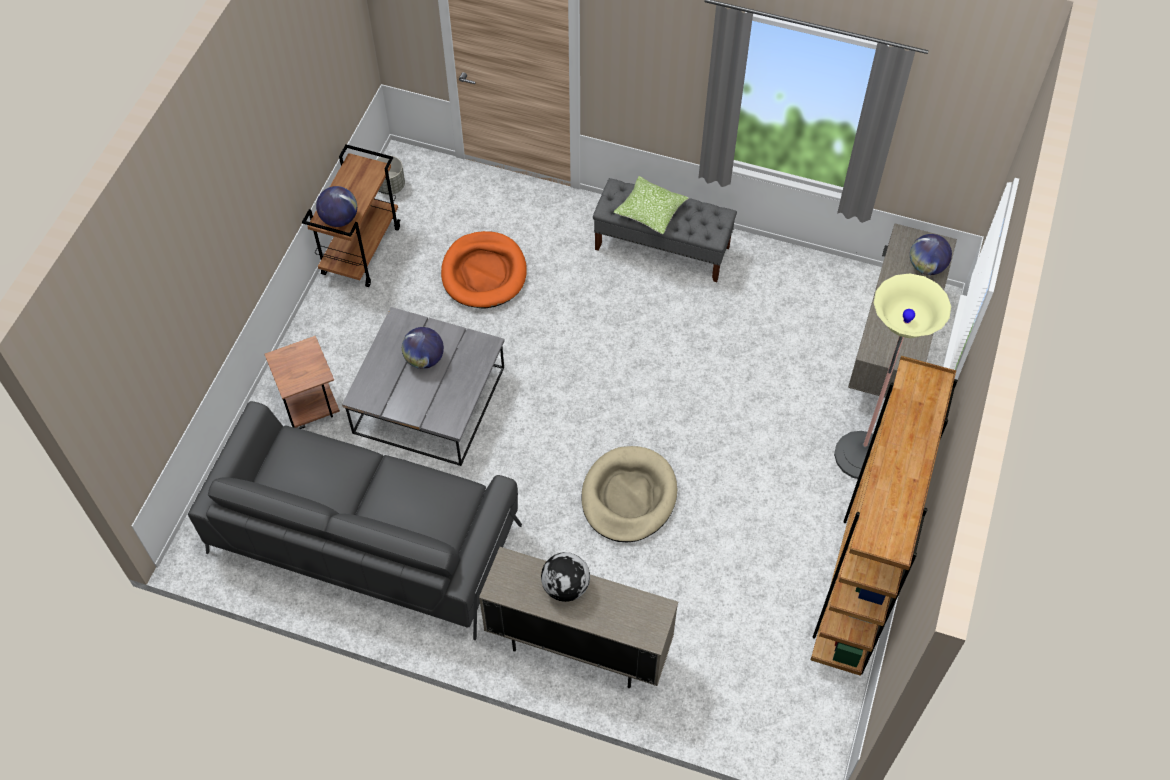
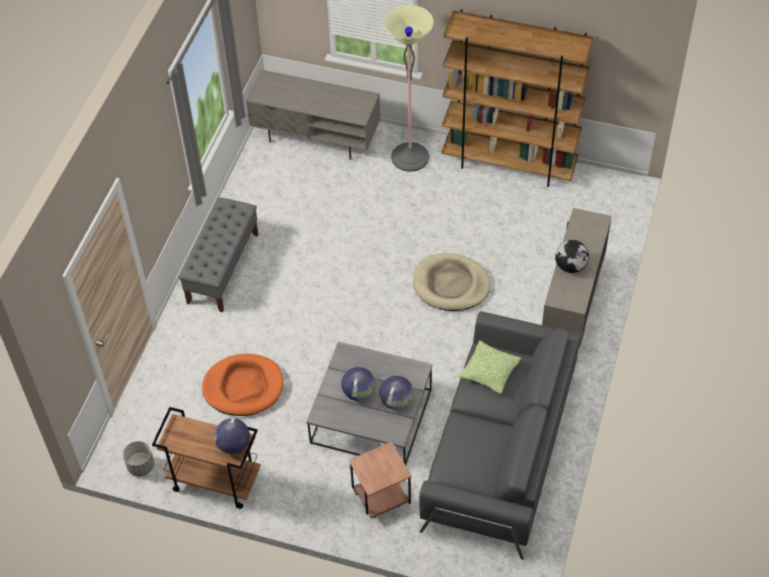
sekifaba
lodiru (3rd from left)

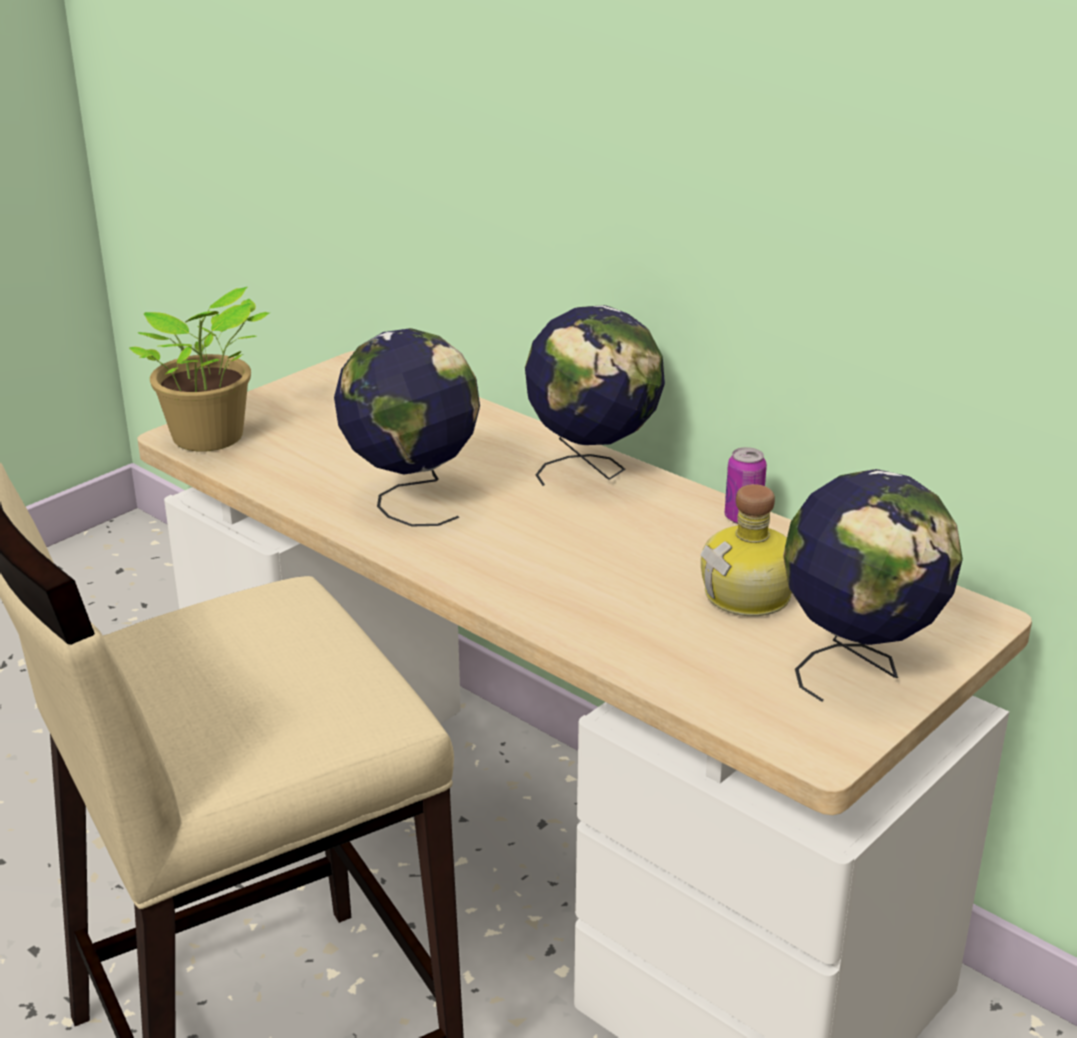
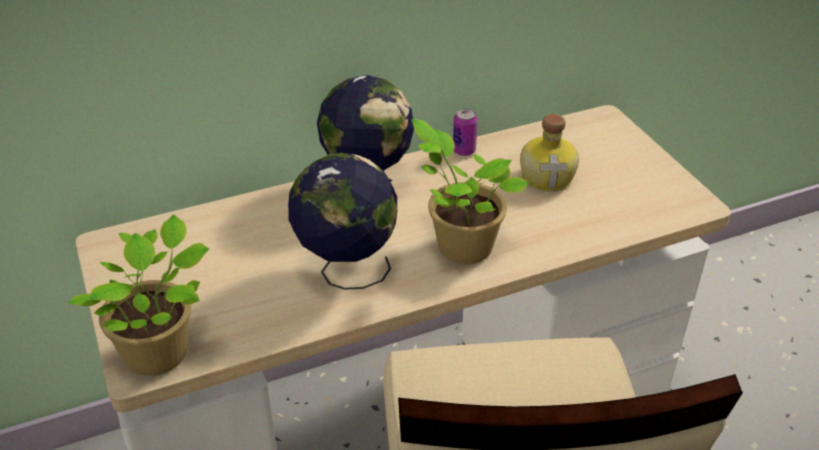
lodiru (3rd from left in the first image)
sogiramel (2nd from left)

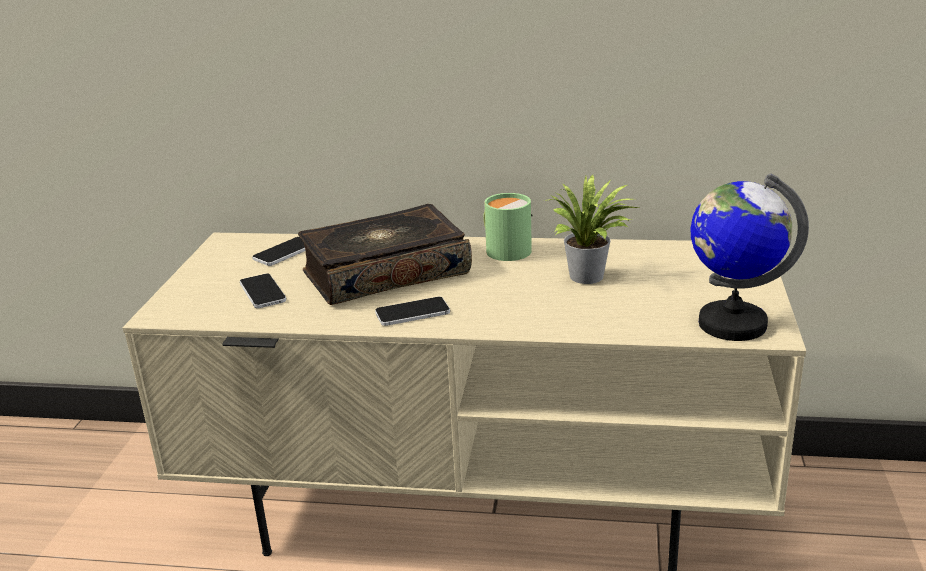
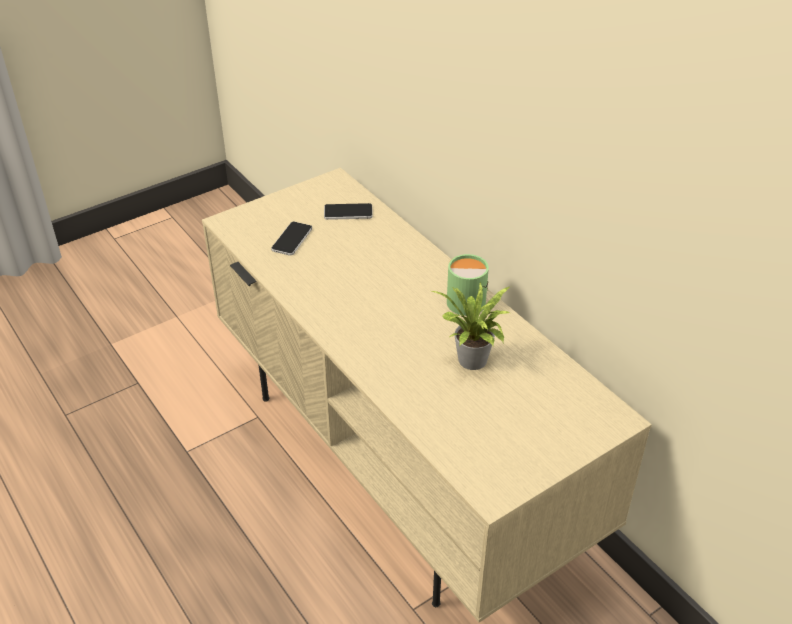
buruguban
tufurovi (3rd from left in the first image)
lodiru

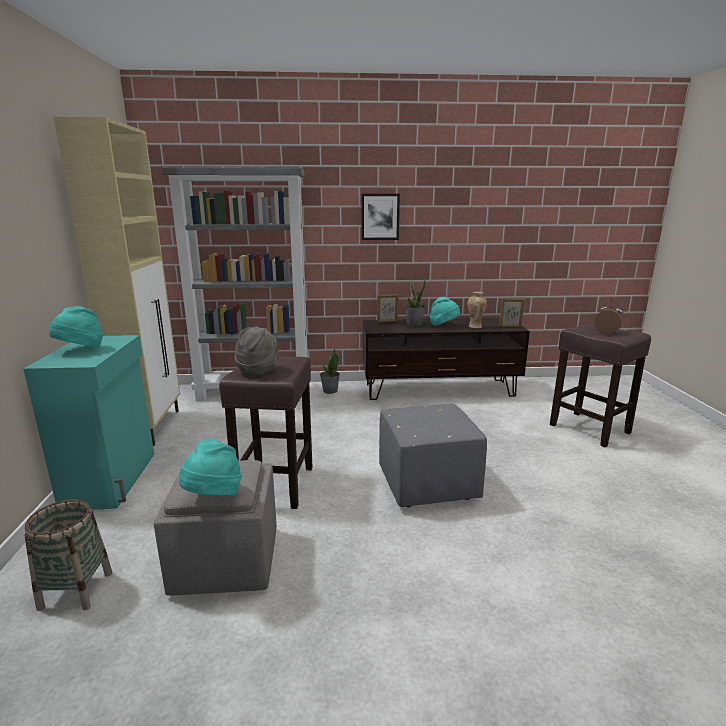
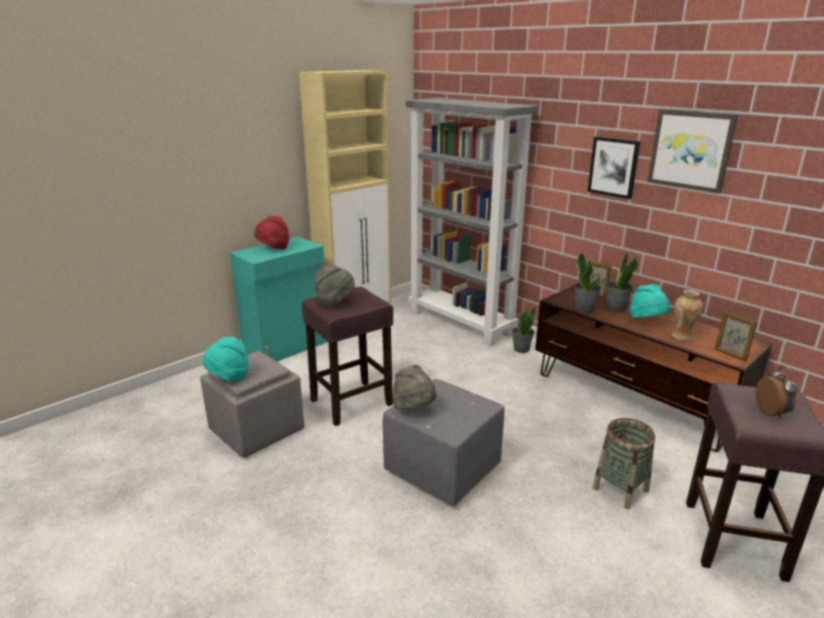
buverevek
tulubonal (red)
tulubonal (grey) (2nd from left)
sogiramel (2nd from left)
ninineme (2nd from left)

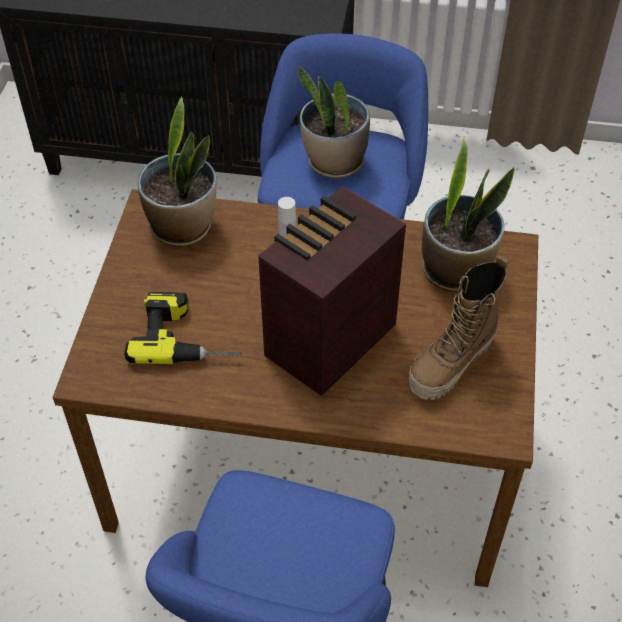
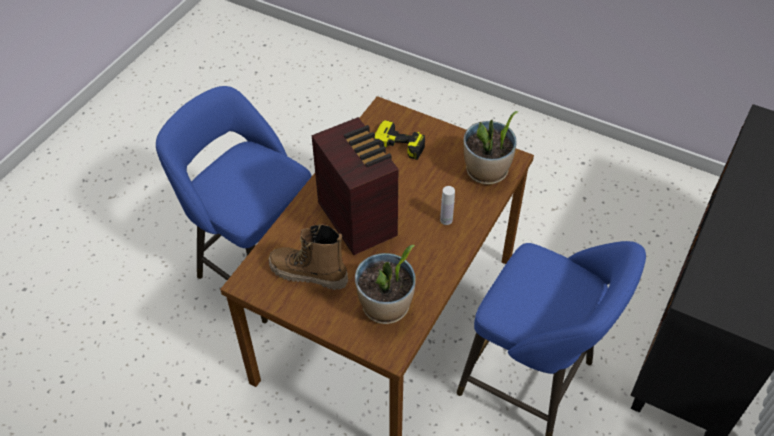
sogiramel (2nd from left in the first image)
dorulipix

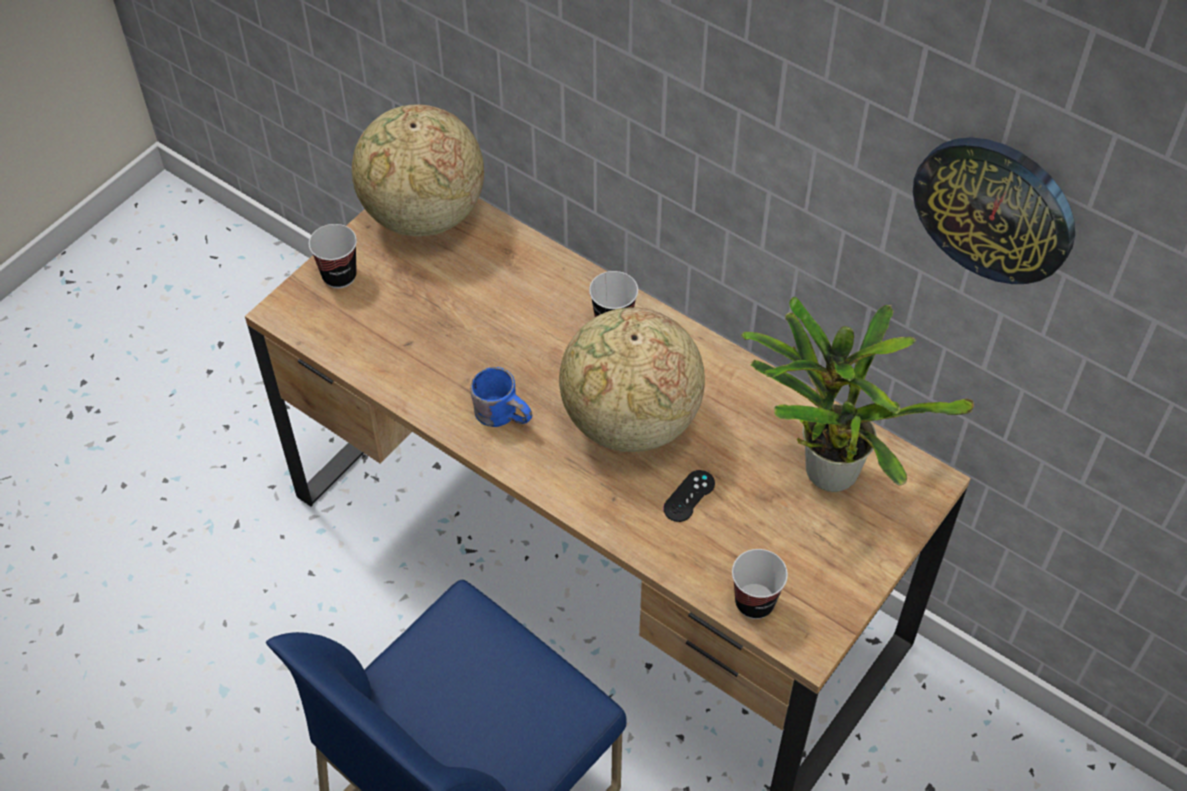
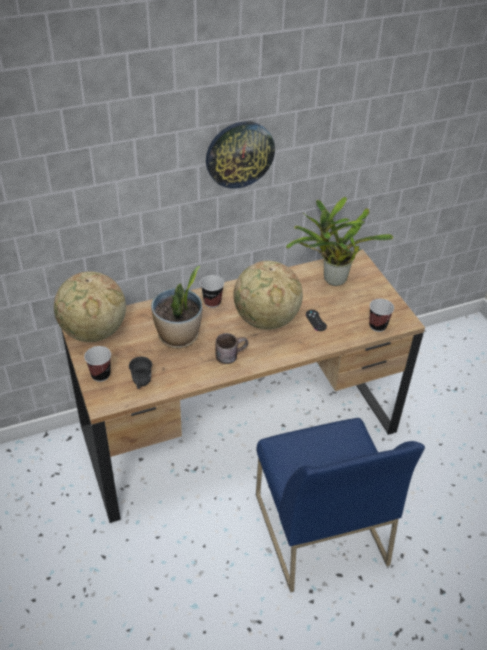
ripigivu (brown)
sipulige
ripigivu (grey)
sogiramel (1st from left)

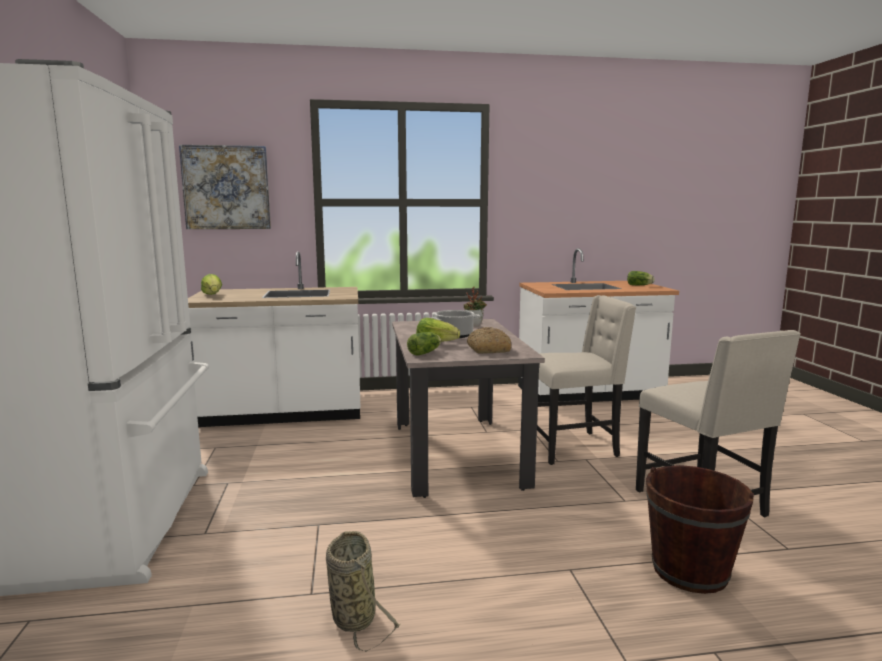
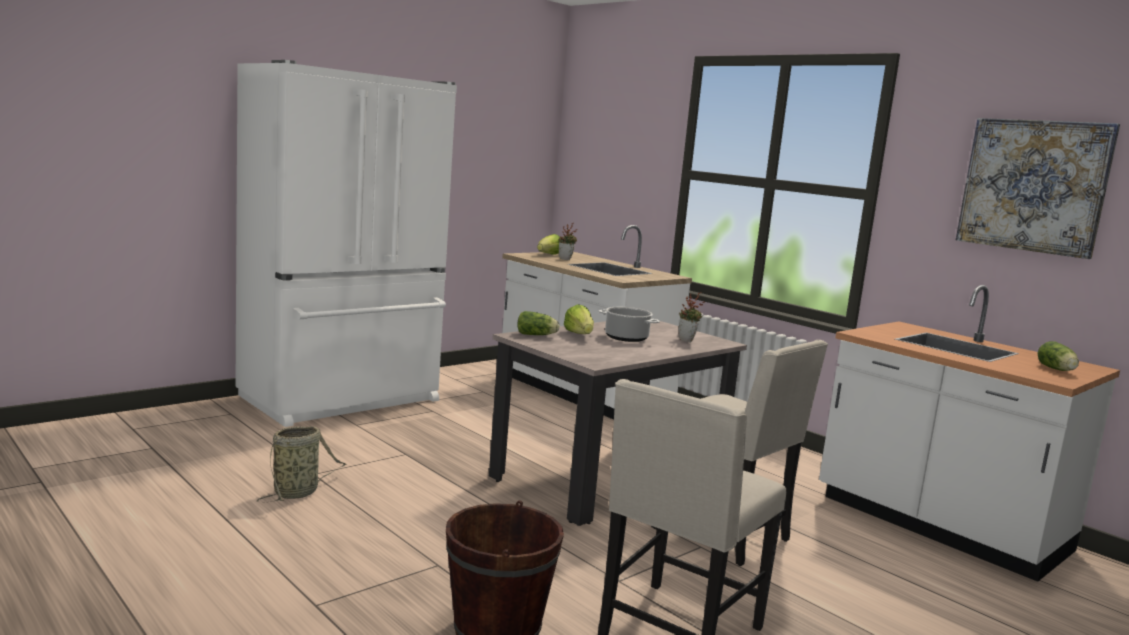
ninineme
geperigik
sogiramel (1st from left)

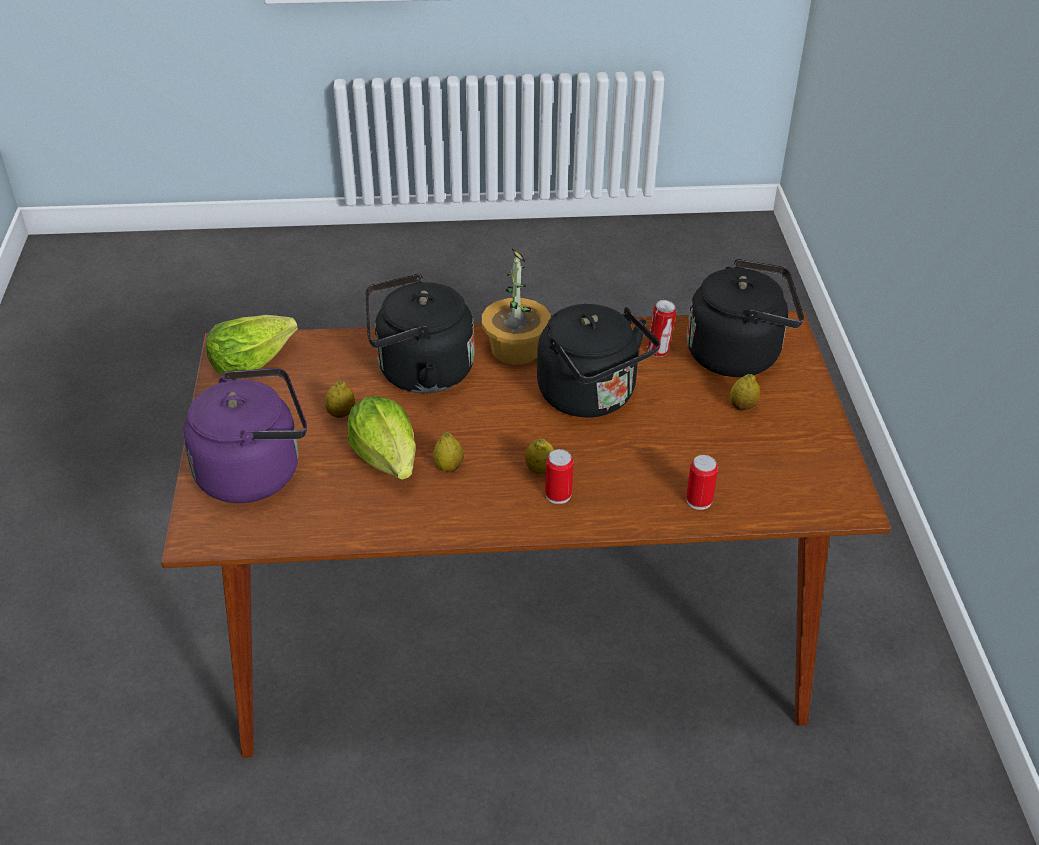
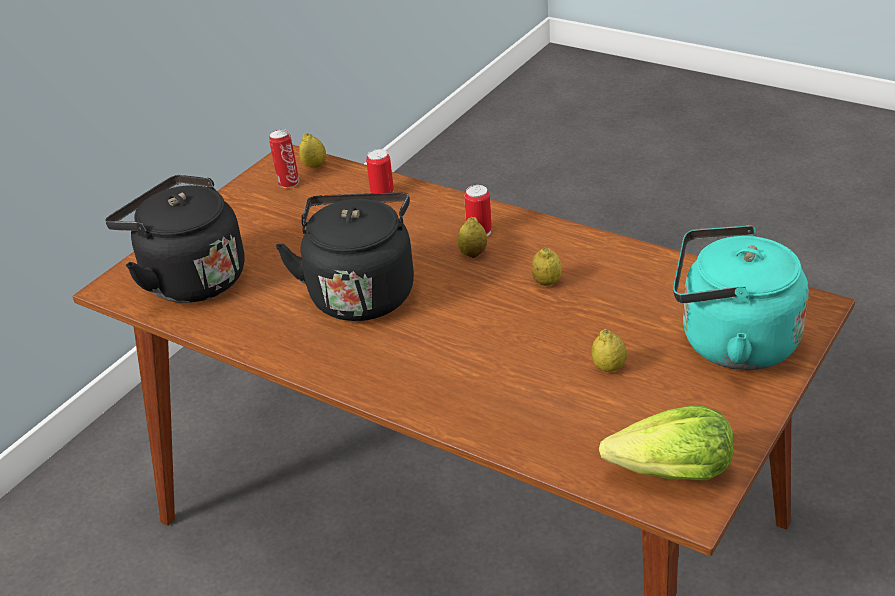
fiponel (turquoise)
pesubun (2nd from left in the first image)
fiponel (black) (1st from left in the first image)
sogiramel
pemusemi (1st from left)
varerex (1st from left)

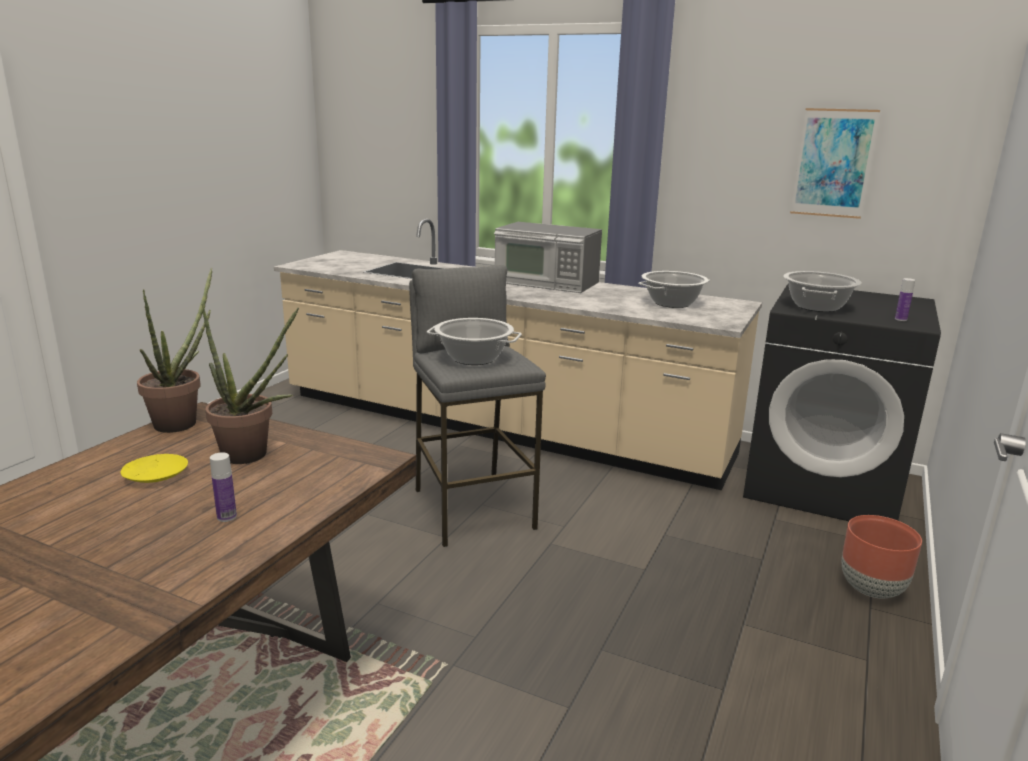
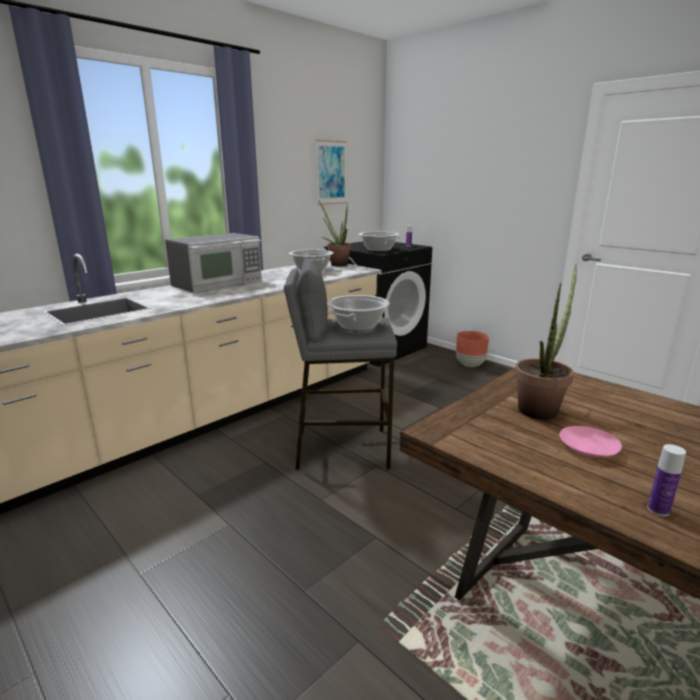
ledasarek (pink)
sogiramel (1st from left)
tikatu (2nd from left)

